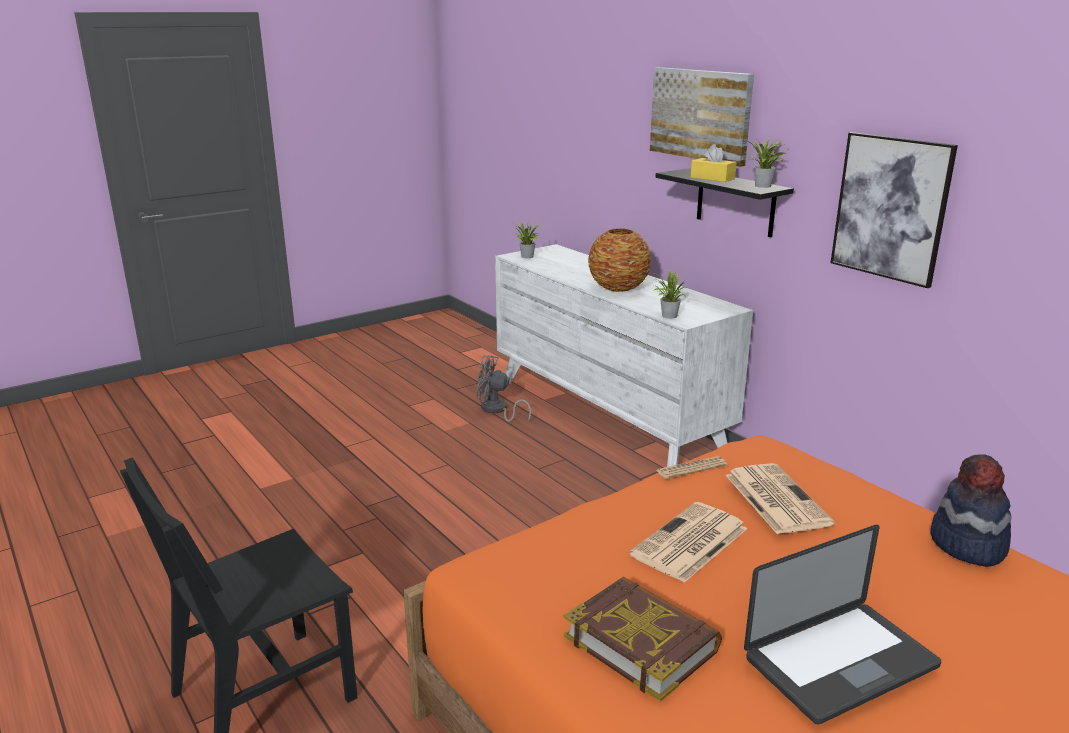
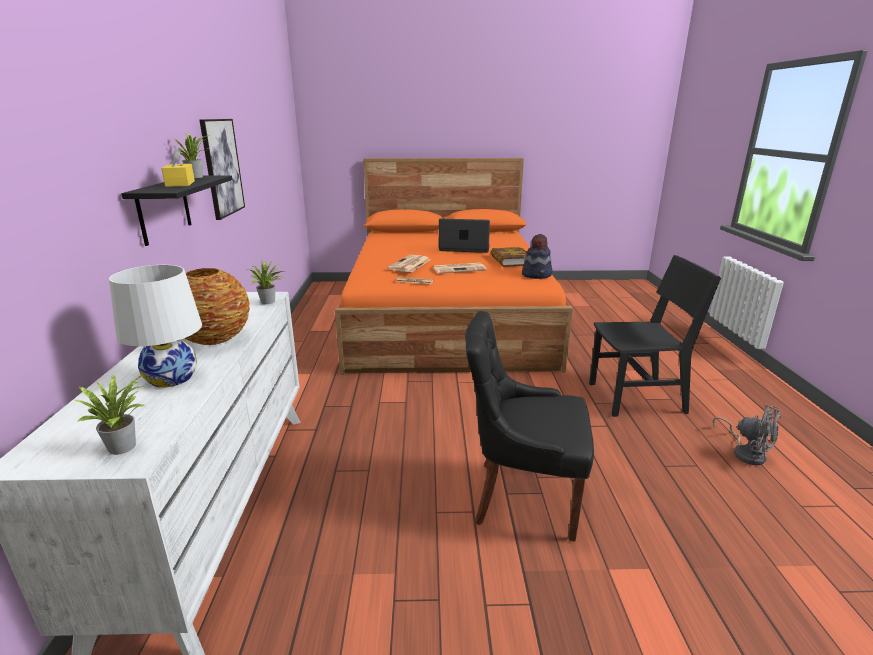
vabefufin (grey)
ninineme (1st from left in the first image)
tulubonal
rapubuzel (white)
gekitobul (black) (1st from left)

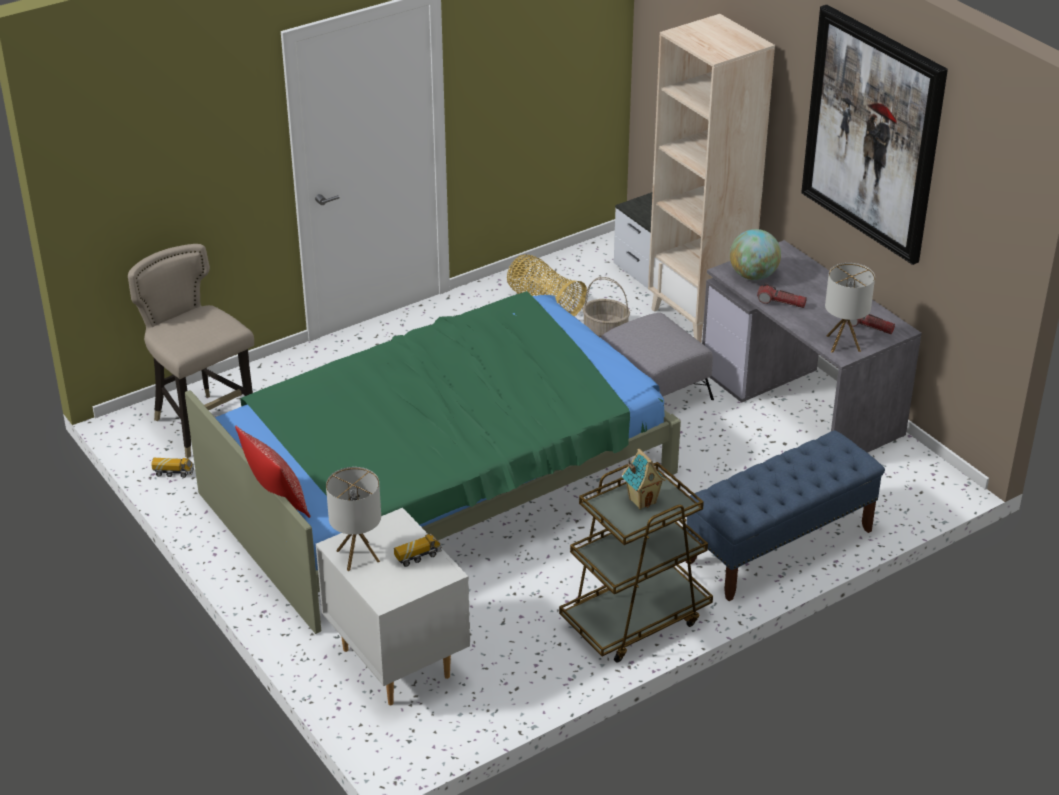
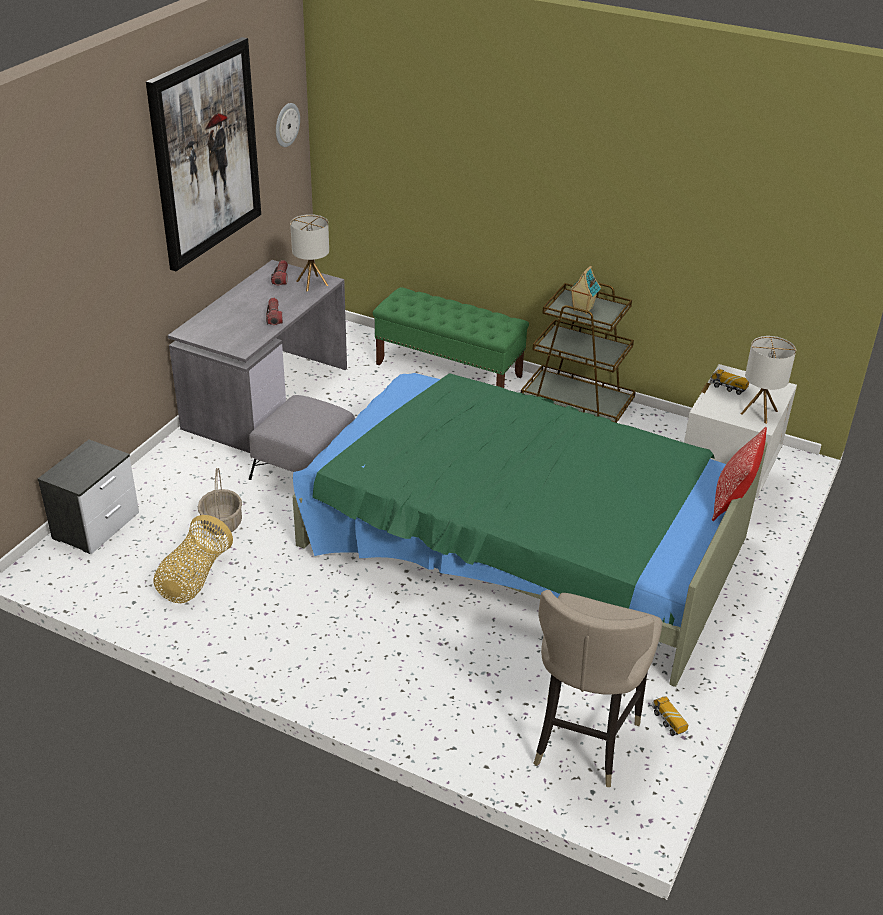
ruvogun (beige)
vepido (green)
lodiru
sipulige

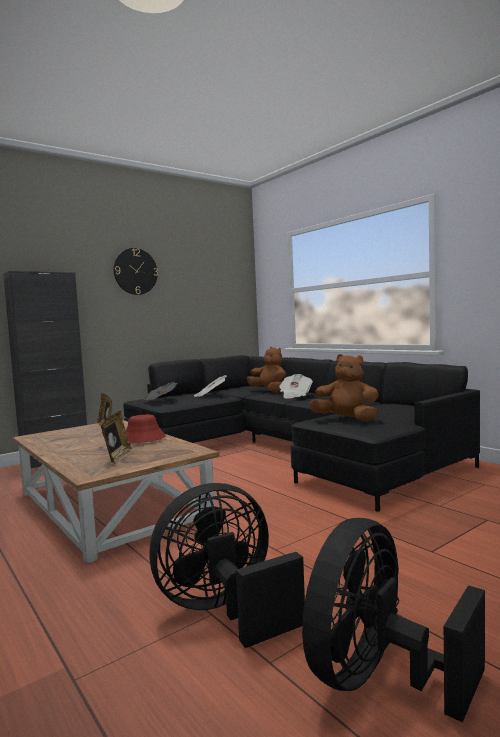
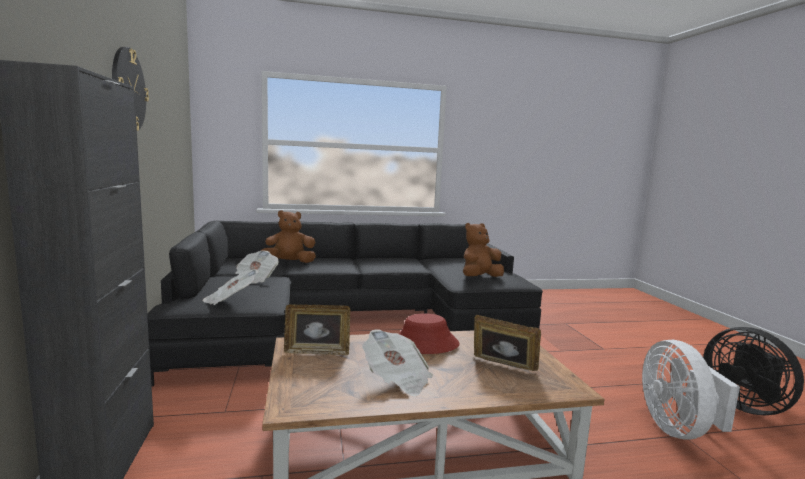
vabefufin (white)
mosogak (3rd from left)

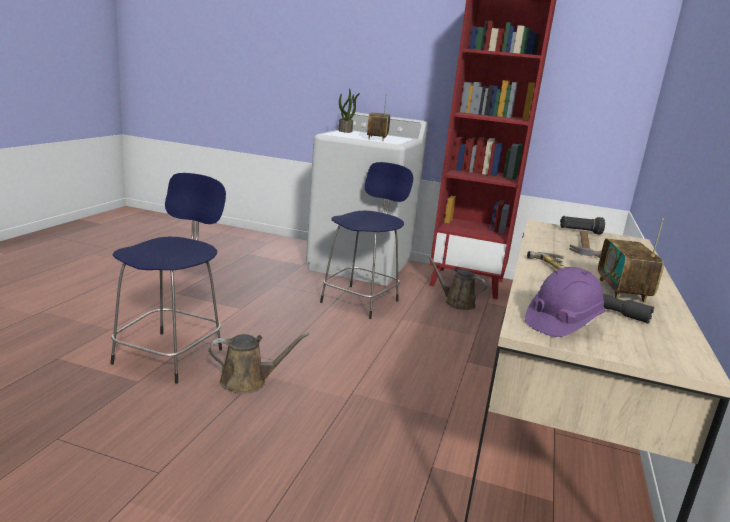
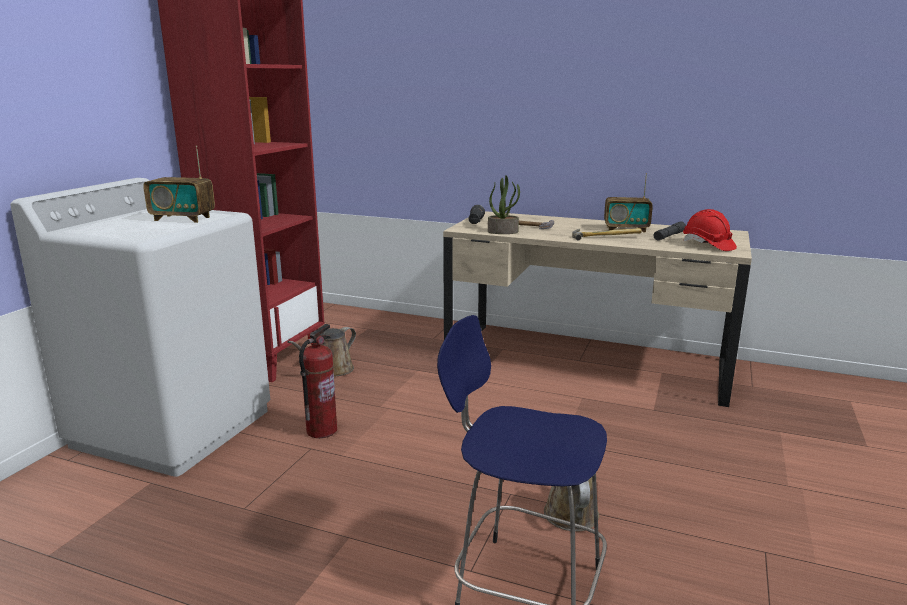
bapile
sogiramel
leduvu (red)

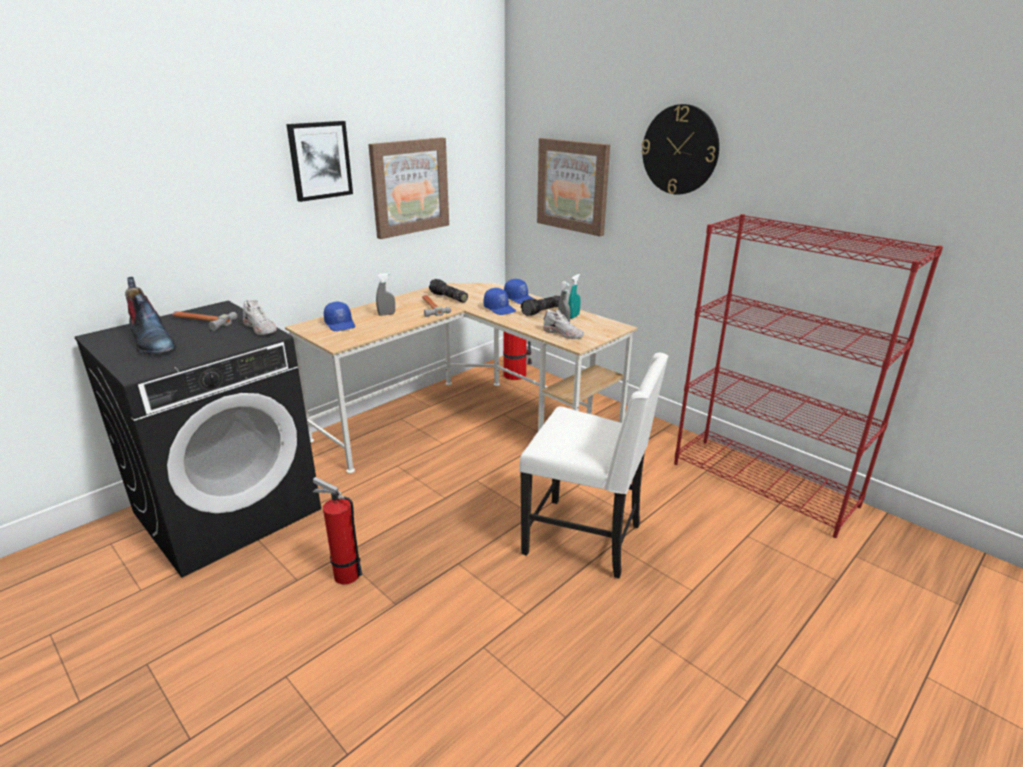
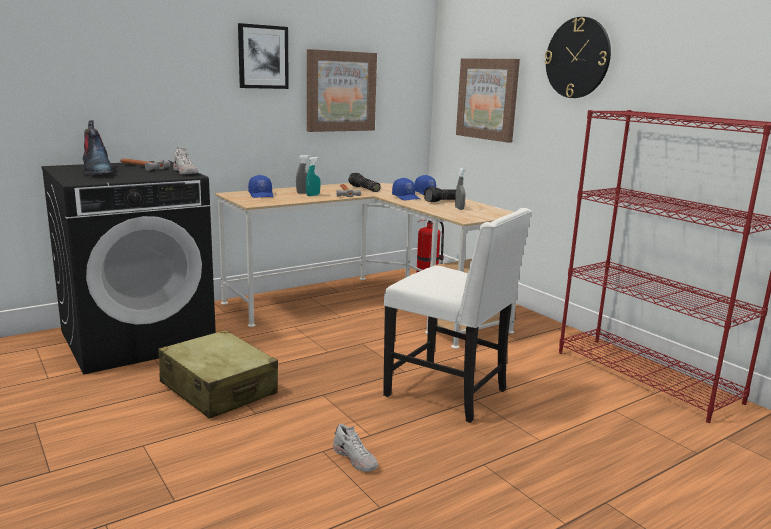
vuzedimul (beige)
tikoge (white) (2nd from left)
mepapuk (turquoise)

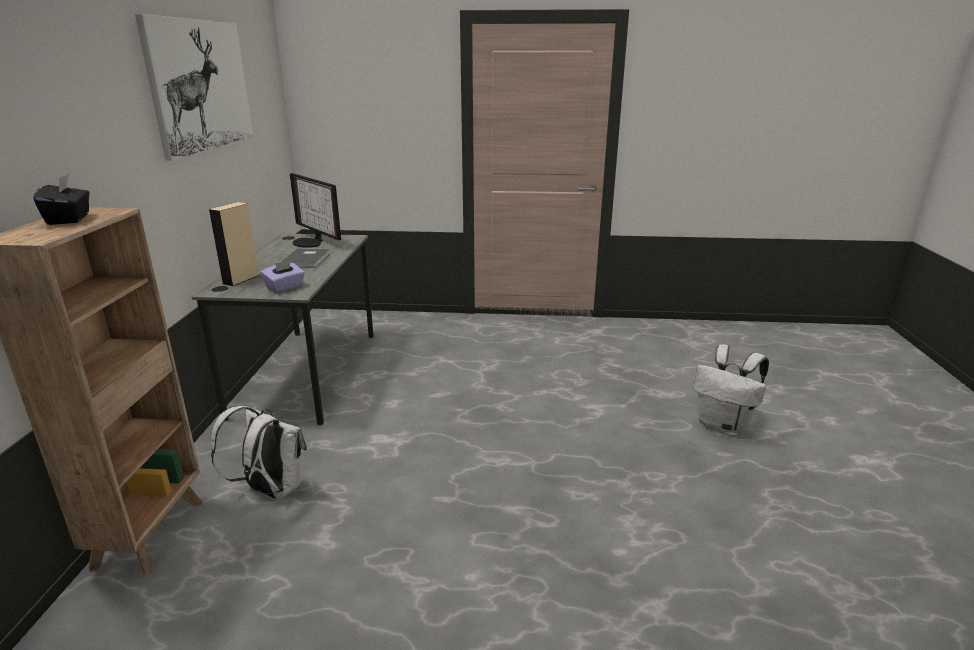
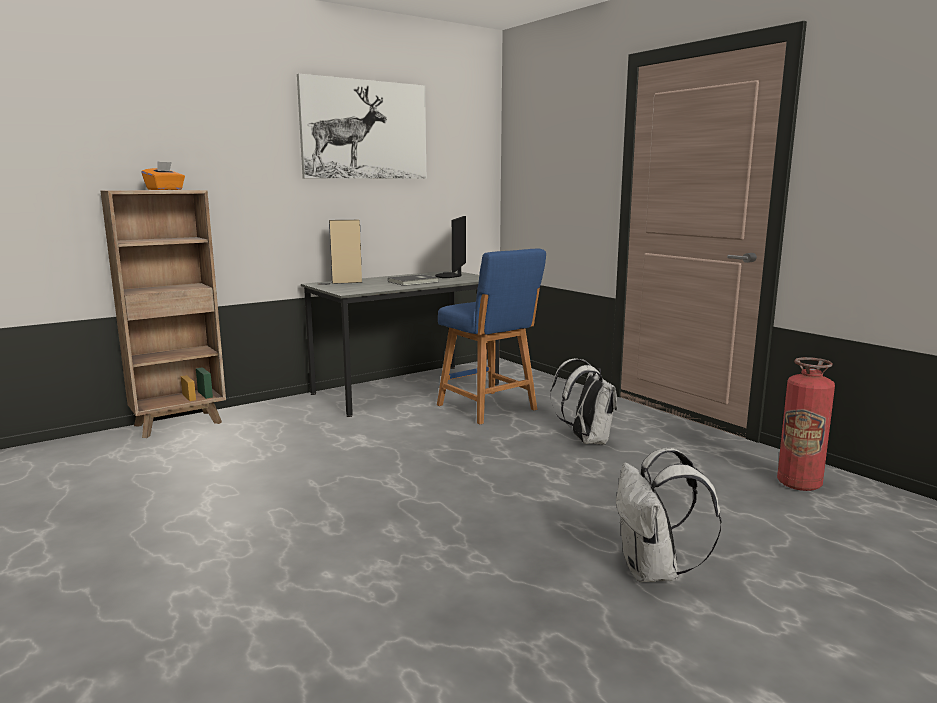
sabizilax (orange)
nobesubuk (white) (1st from left)
sabizilax (purple)
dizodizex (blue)
bapile

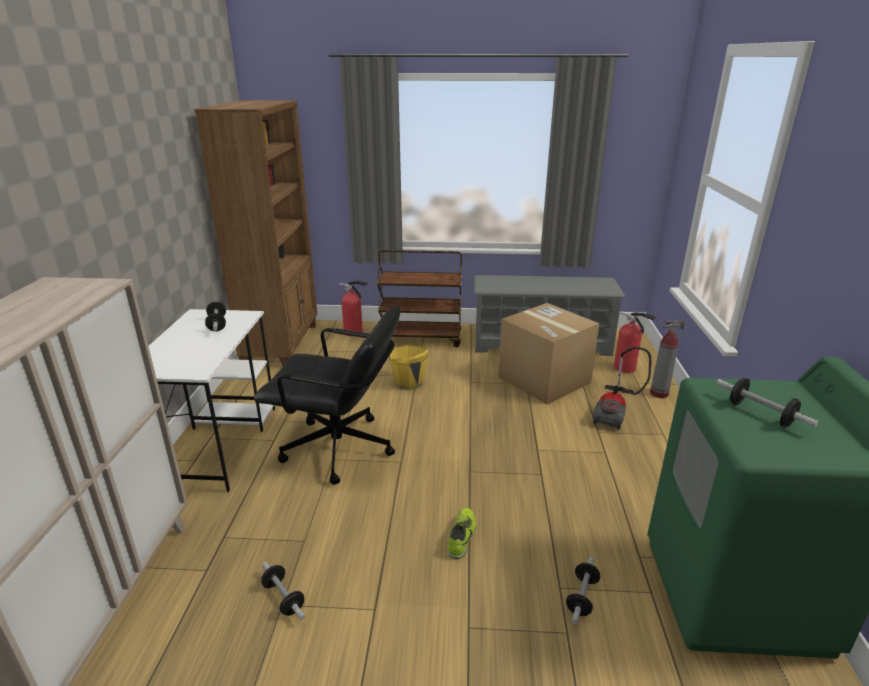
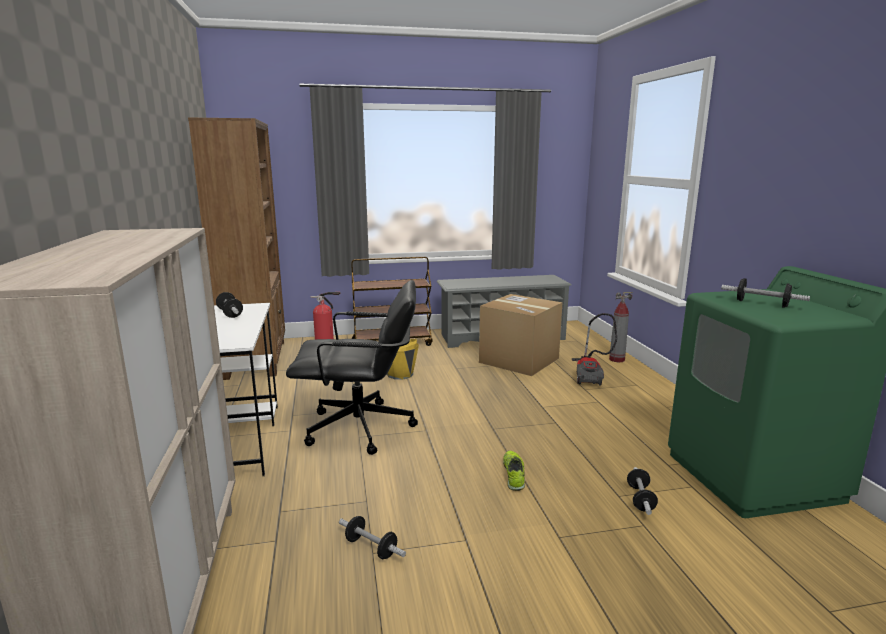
bapile (2nd from left in the first image)

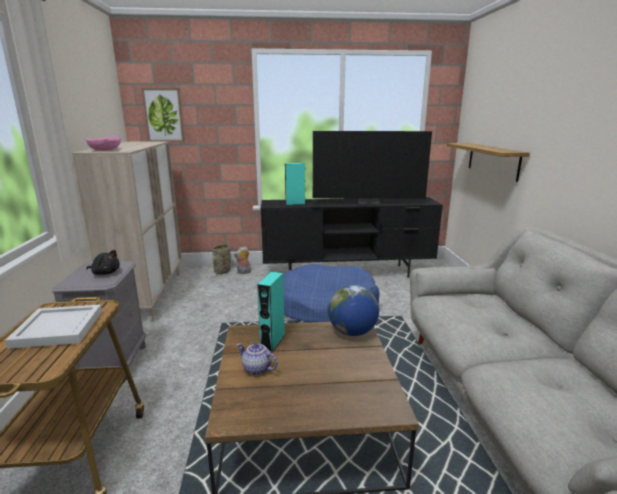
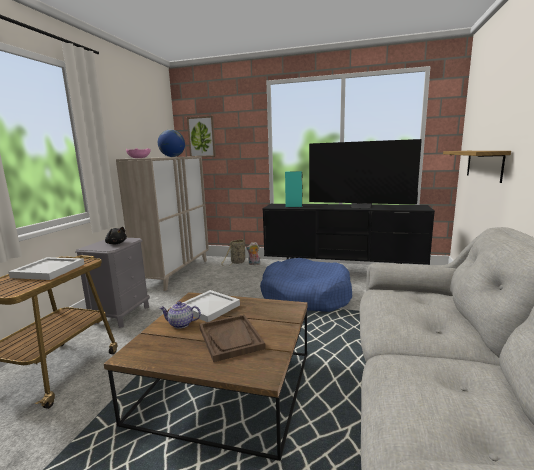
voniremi
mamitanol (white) (2nd from left)
lodiru
mamitanol (brown)

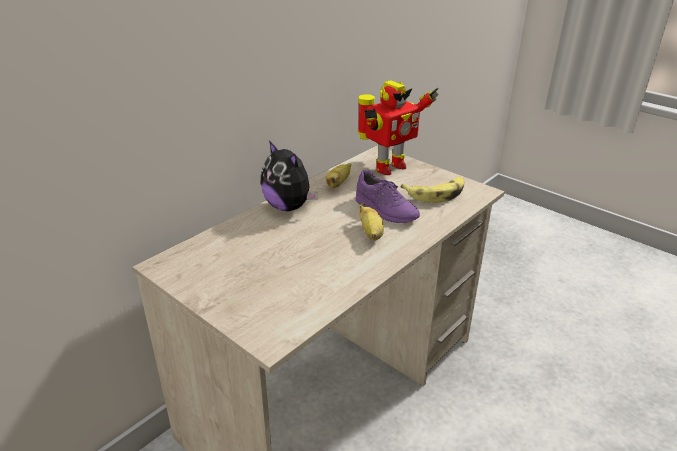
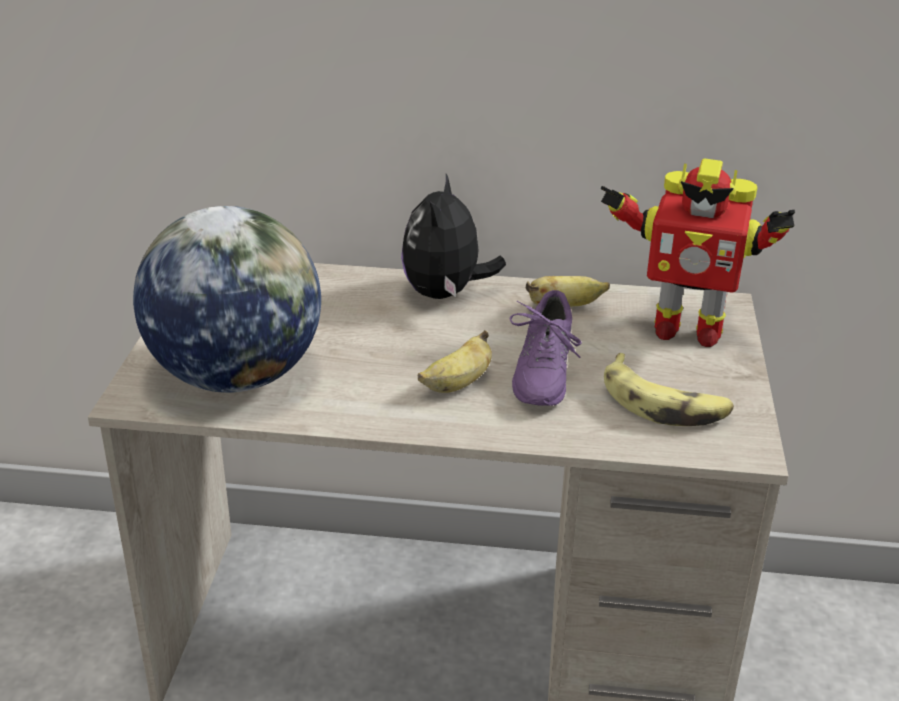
lodiru

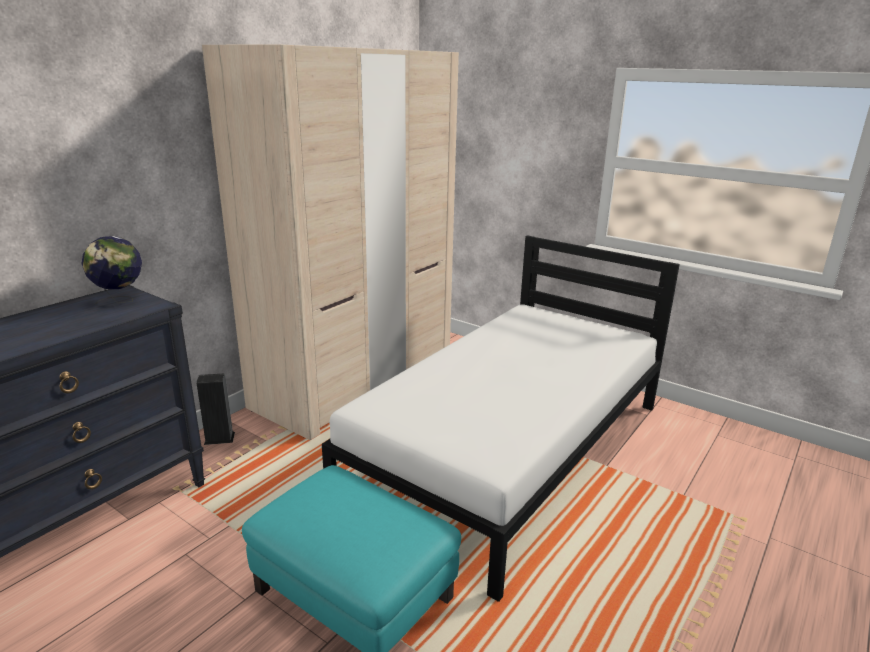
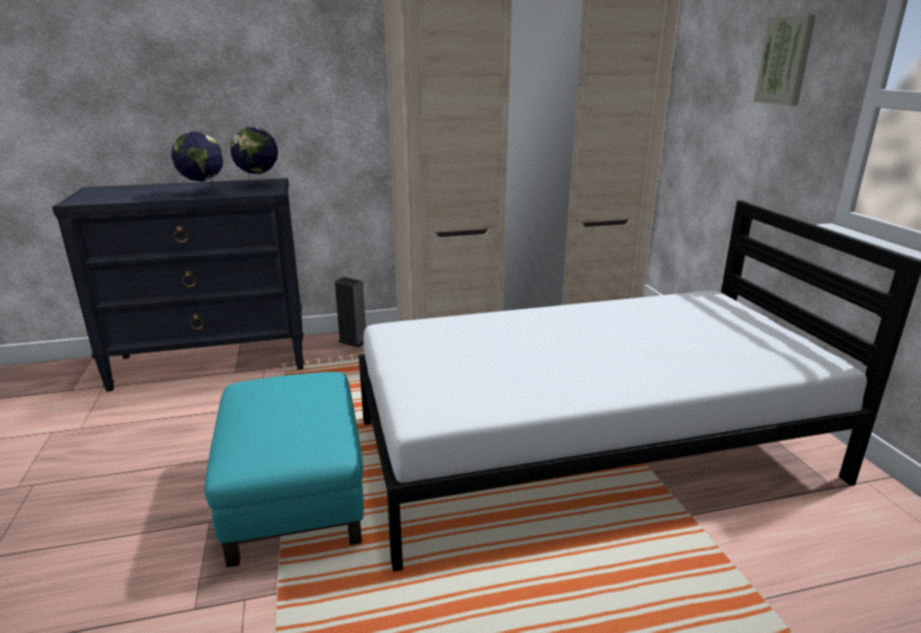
lodiru (1st from left)
ninineme

